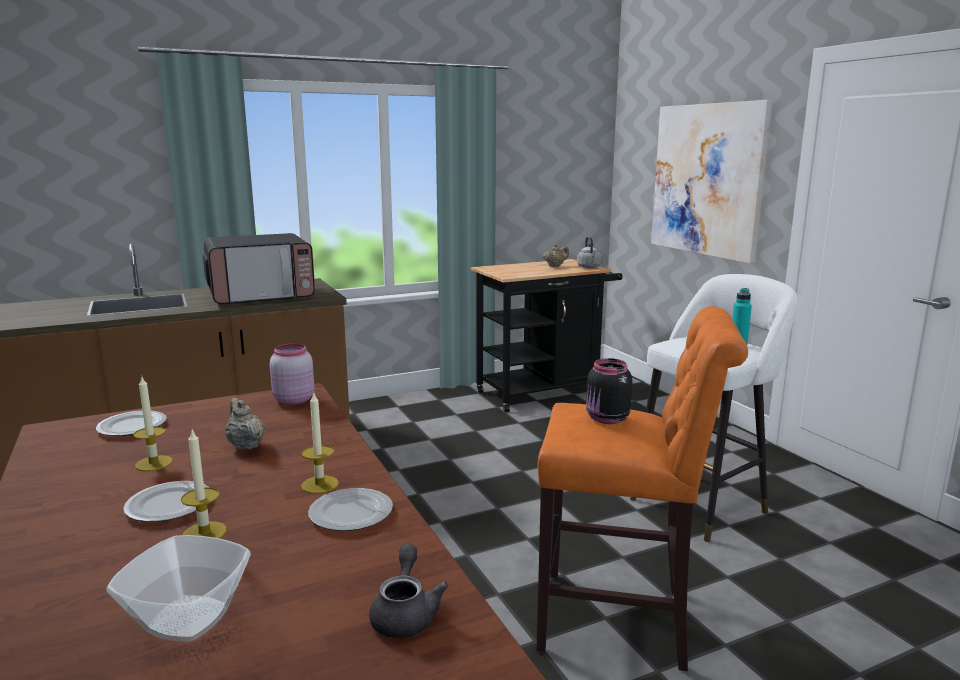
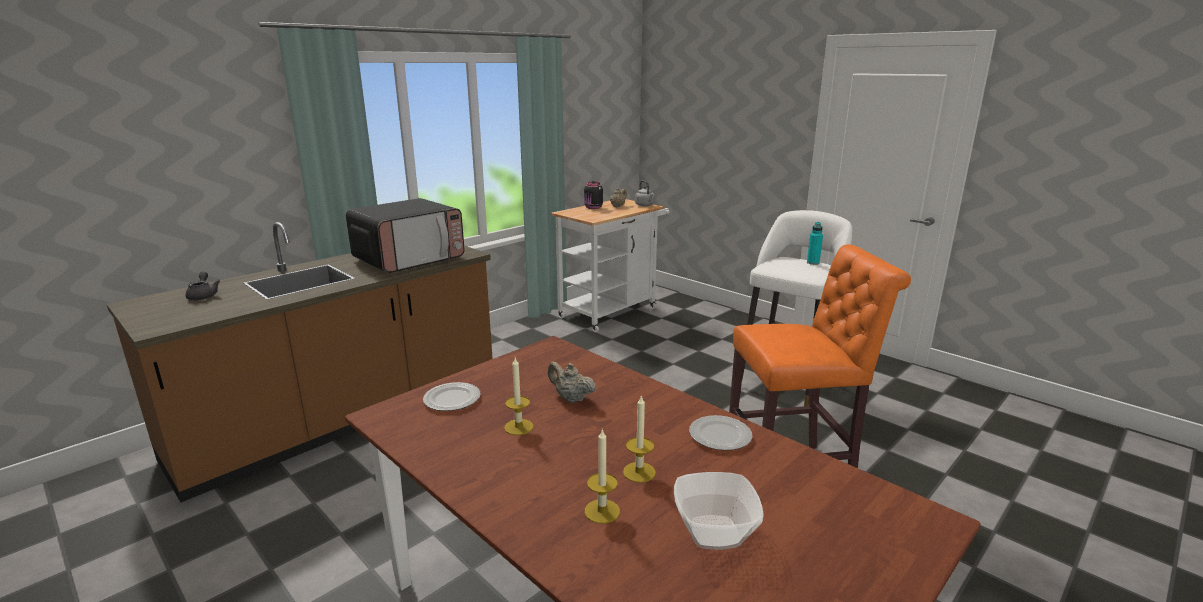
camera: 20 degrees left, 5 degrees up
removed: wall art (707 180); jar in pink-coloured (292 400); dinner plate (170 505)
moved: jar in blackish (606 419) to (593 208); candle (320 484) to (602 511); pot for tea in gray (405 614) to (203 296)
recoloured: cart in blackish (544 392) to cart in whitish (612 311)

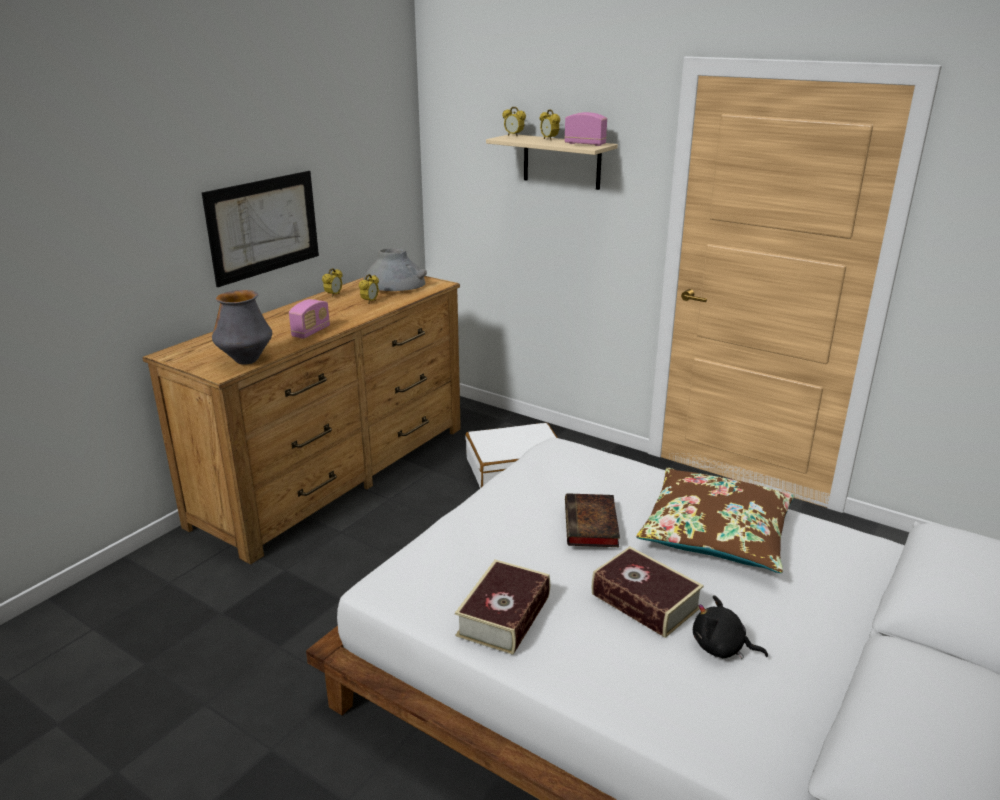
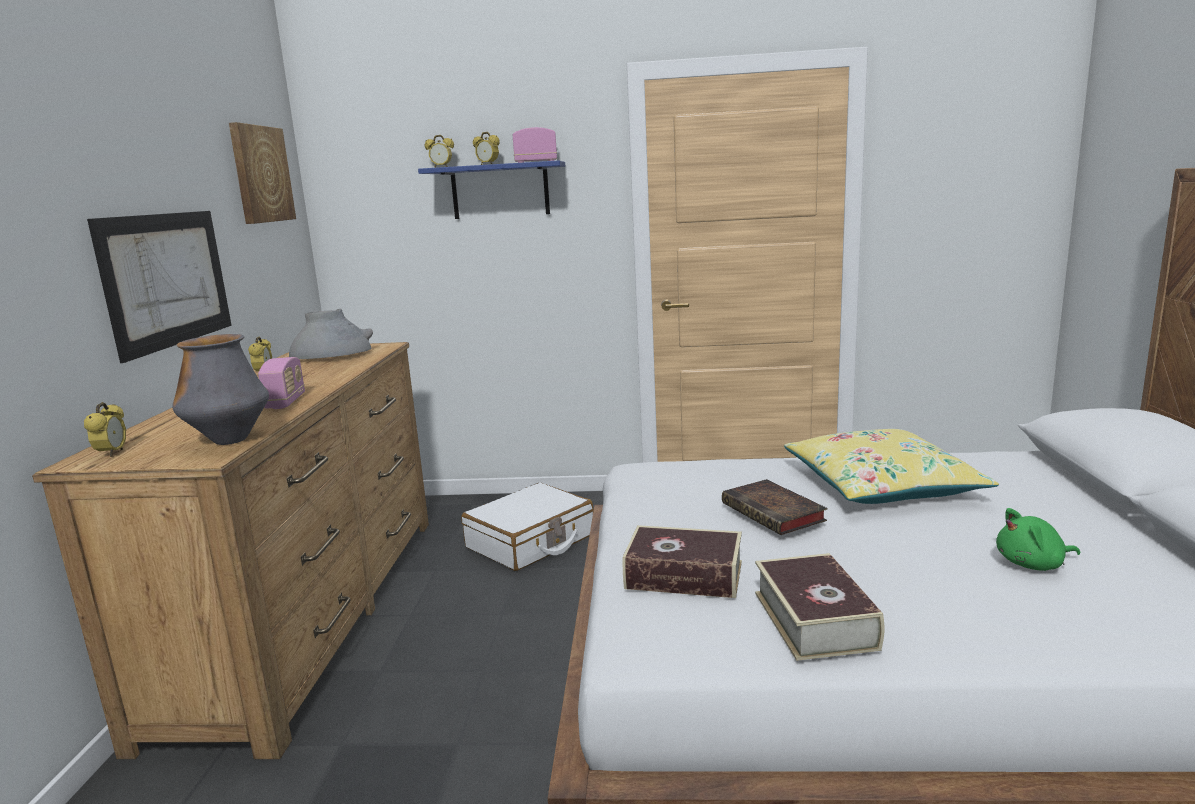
camera: 30 degrees left, 10 degrees down
added: wall art (260 174)
moved: table clock (370 302) to (112 453); book (645 601) to (684 575)
recoloured: bracket shelf in beige-coloured (561 161) to bracket shelf in blue (500 191); throw pillow in brown (716 533) to throw pillow in yellowish (881 485); plush toy in blackish (721 648) to plush toy in green-coloured (1033 564)

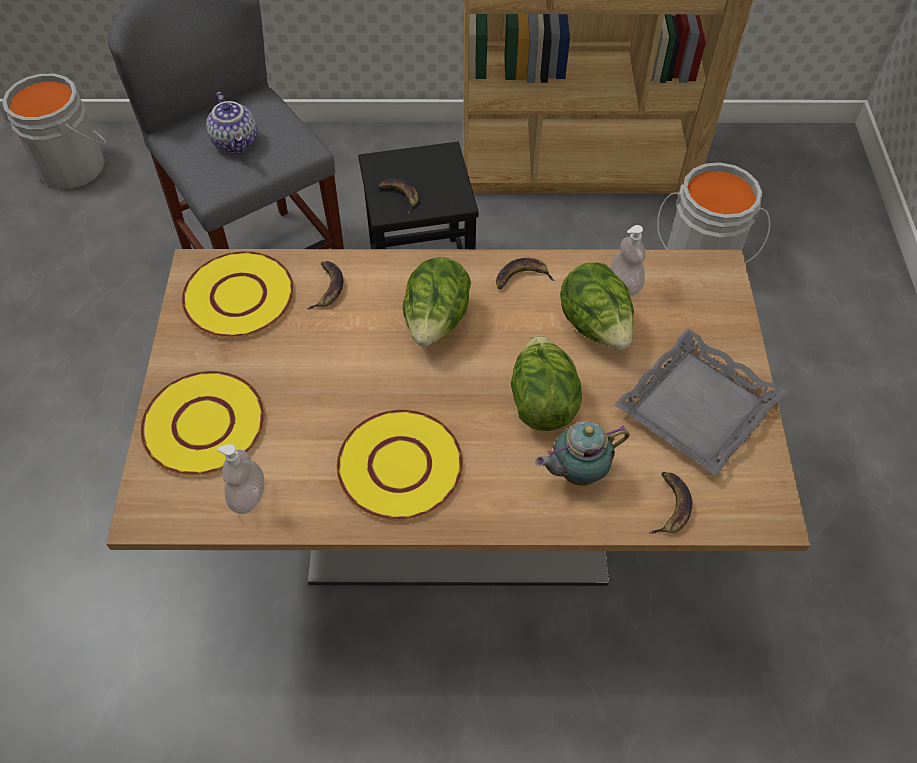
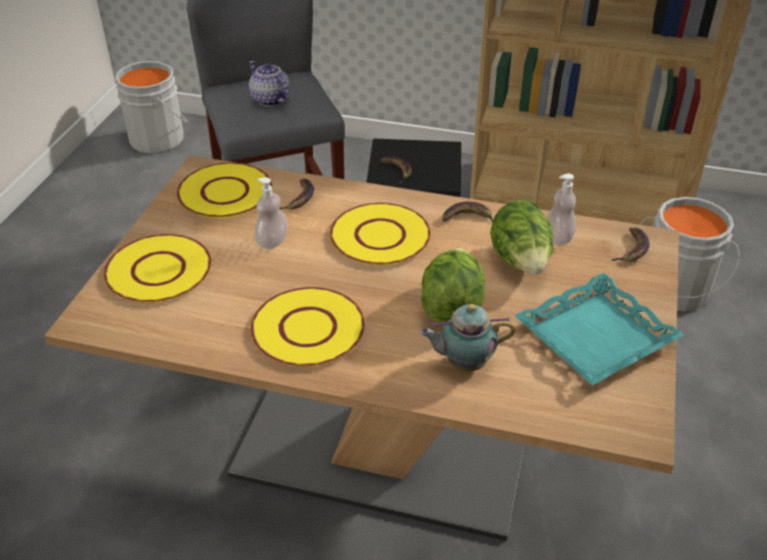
camera: 15 degrees right, 15 degrees down
moved: soap dispenser (248 496) to (272 241); whole banana (670 505) to (631 248)
replaced: lettuce head (436 322) to dinner plate in yellowish (381 236)
recoloured: tray in gray (696 406) to tray in turquoise (595 336)
turned: pot for tea (237 142) = (269 100) 150 degrees clockwise

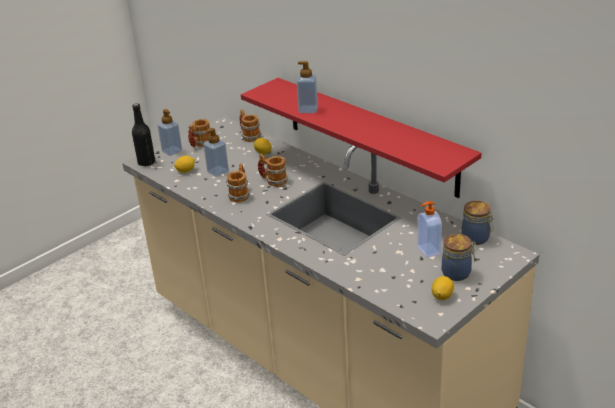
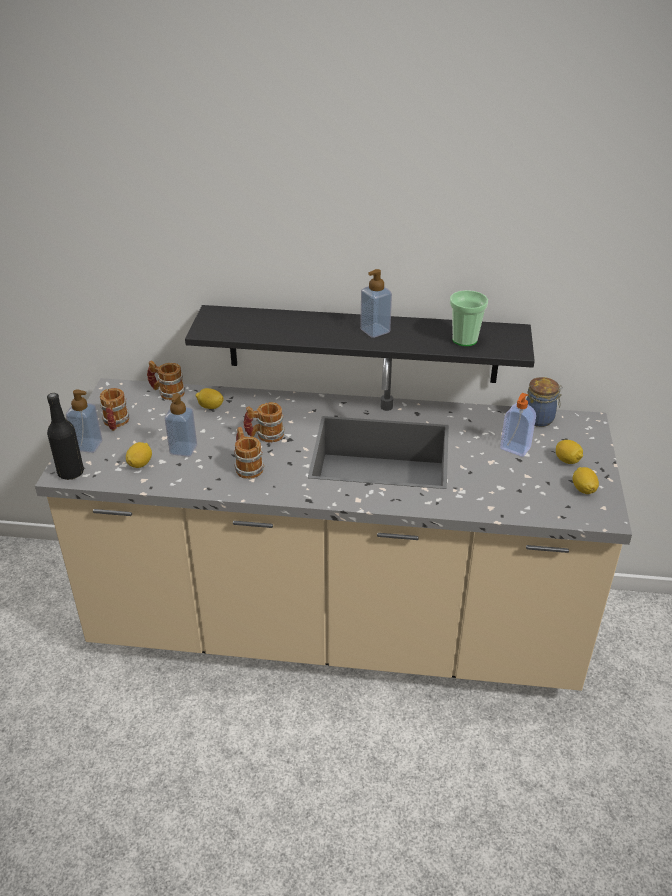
camera: 40 degrees left, 5 degrees up
added: drinking cup (464 340)
moved: soap dispenser (308 109) to (375 331)
replaced: jar (457 273) to citrus fruit (567 460)
recoloured: bracket shelf in red-coloured (370 136) to bracket shelf in blackish (362 344)

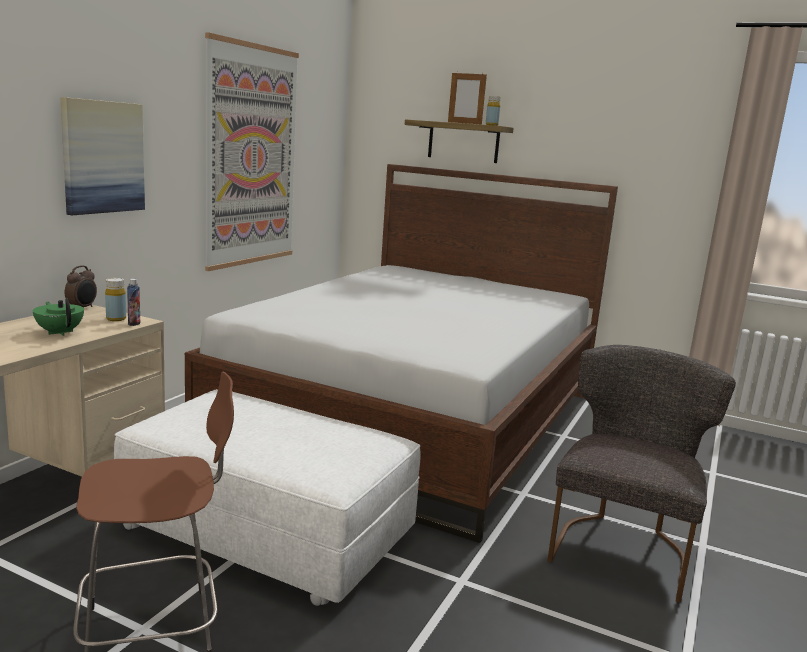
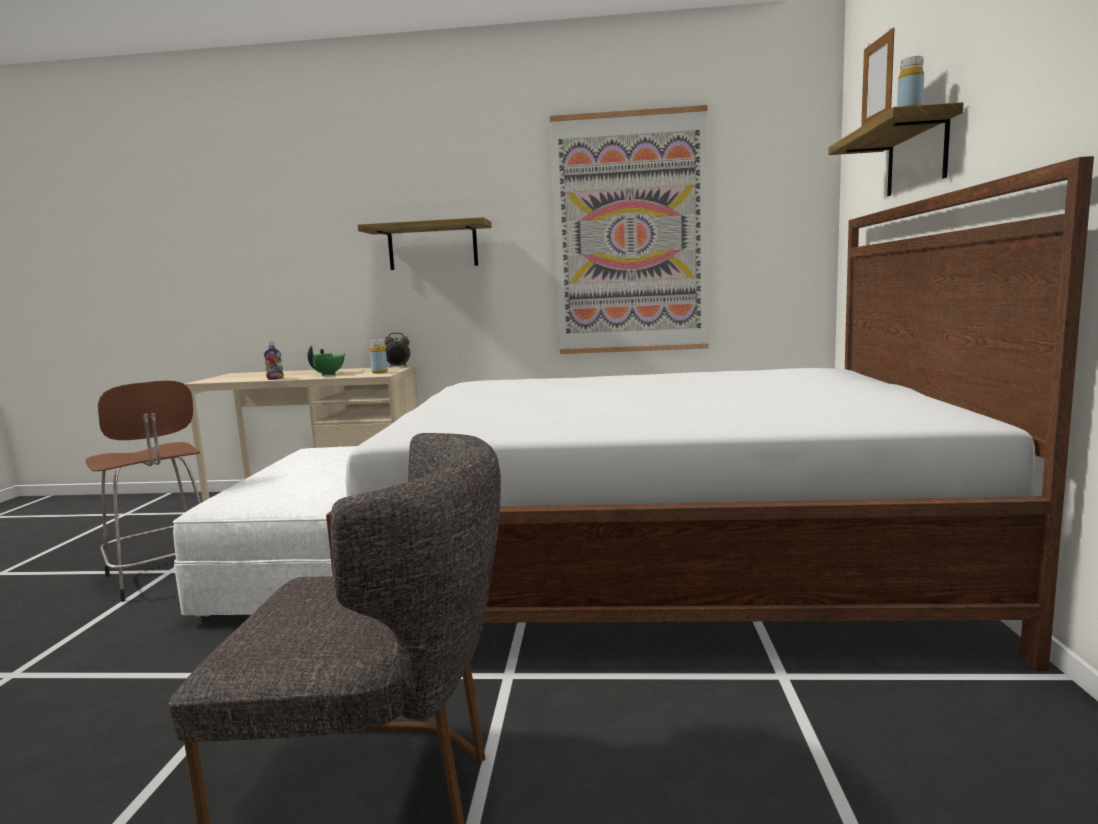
camera: 70 degrees right, 5 degrees down
moved: bottle (134 323) to (275 379)
replaced: wall art (103 157) to bracket shelf (432 246)

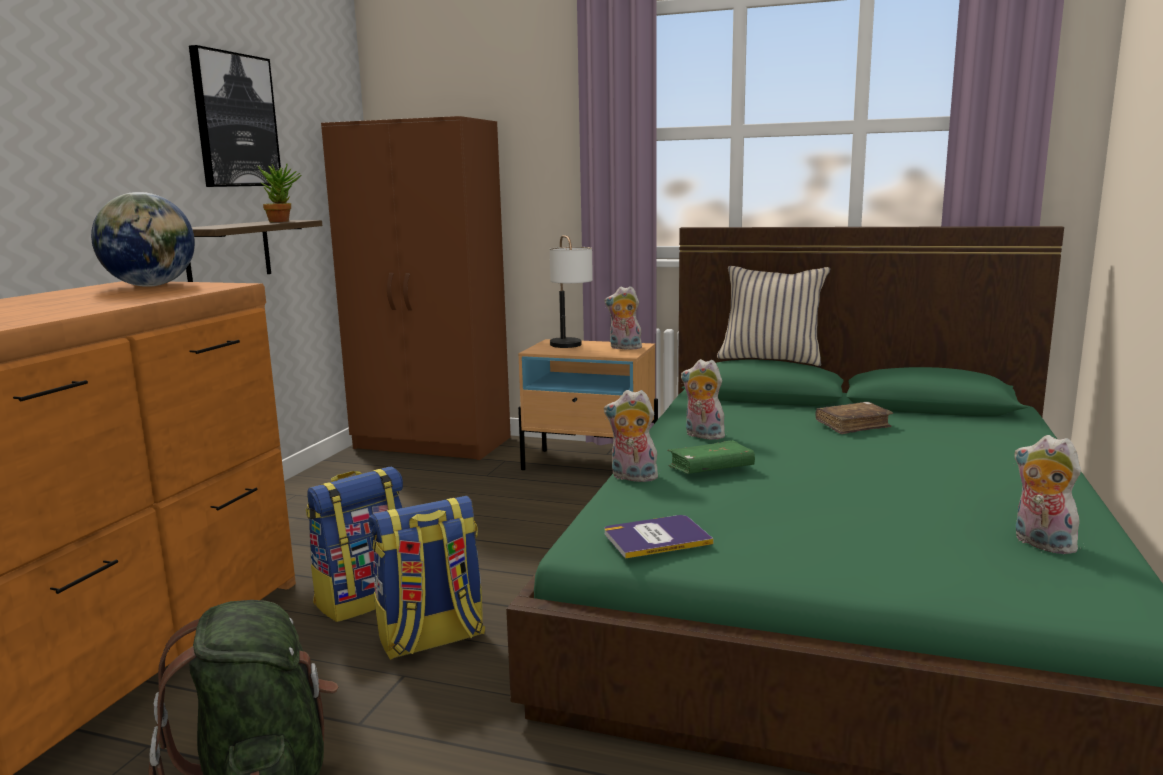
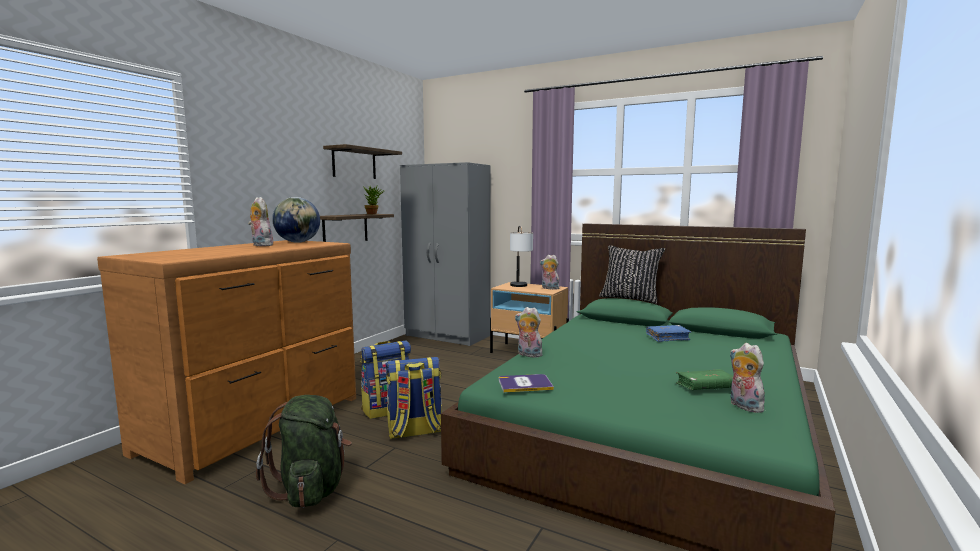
camera: 10 degrees right, 5 degrees down
moved: plush toy (702 436) to (260 245); book in green-coloured (711 469) to (706 387)
replaced: wall art (235 120) to bracket shelf (354 163)
recoloured: wardrobe in brown (433 443) to wardrobe in gray (448 336); throw pillow in beige-coloured (771 359) to throw pillow in blackish (630 298); book in brown (852 425) to book in blue (667 338)

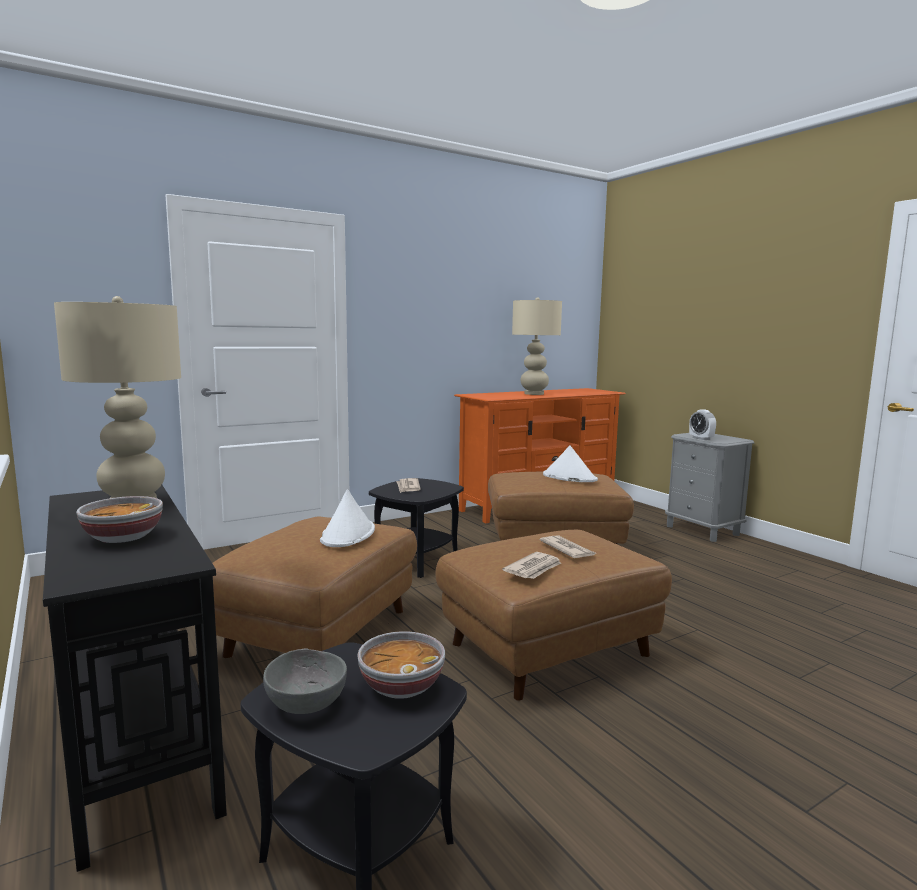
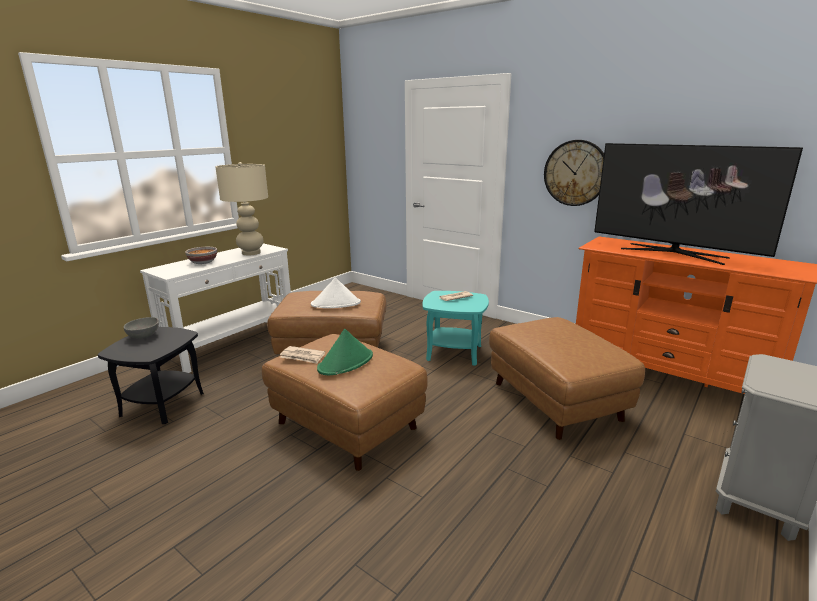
camera: 70 degrees right, 10 degrees up
removed: table clock (701 438); wearable hat in whitish (569 477); bowl (401 686)
added: wall clock (575 173)
replaced: lamp for a table in beige-coloured (534 394) to television (673 253); daily paper (567 549) to wearable hat in green-coloured (346 362)
recoloured: accent table in blackish (416 561) to accent table in turquoise (454 353); hall table in blackish (137 735) to hall table in whitish (232 344)

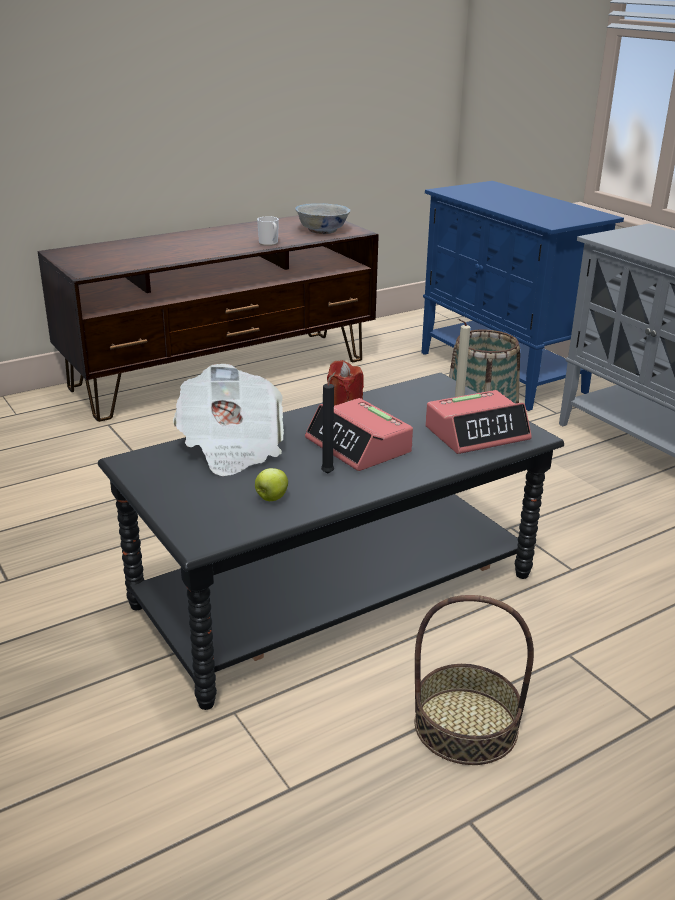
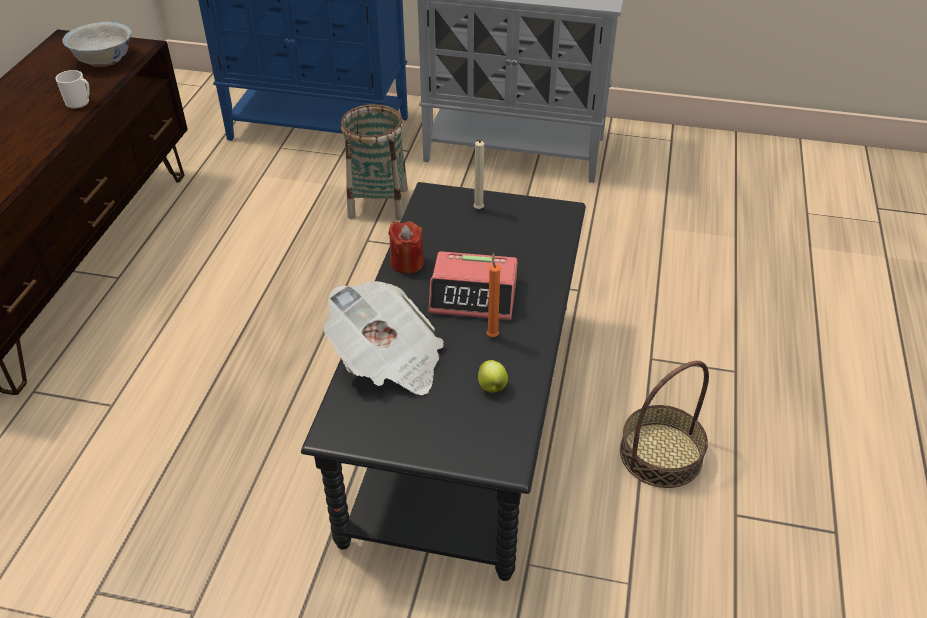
camera: 45 degrees left, 15 degrees up
removed: table clock (477 433)
recoloured: candle in blackish (329 472) to candle in orangey (492 335)

